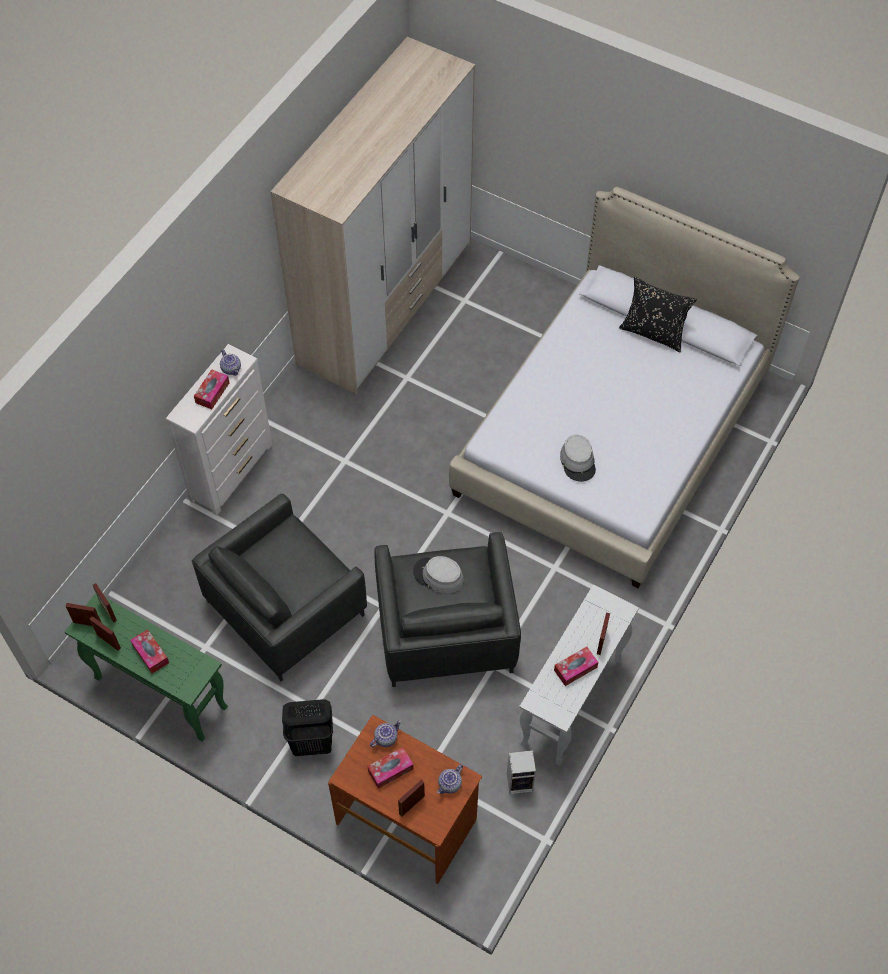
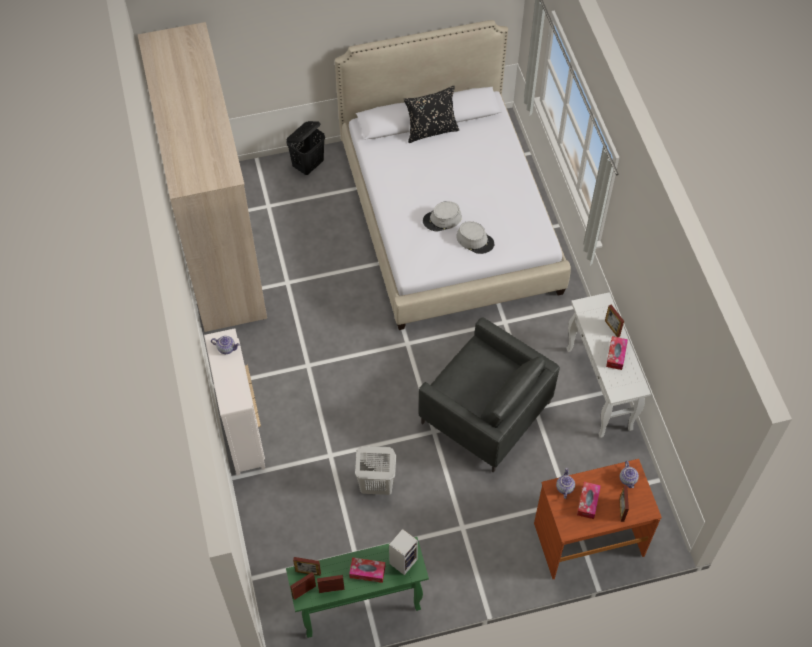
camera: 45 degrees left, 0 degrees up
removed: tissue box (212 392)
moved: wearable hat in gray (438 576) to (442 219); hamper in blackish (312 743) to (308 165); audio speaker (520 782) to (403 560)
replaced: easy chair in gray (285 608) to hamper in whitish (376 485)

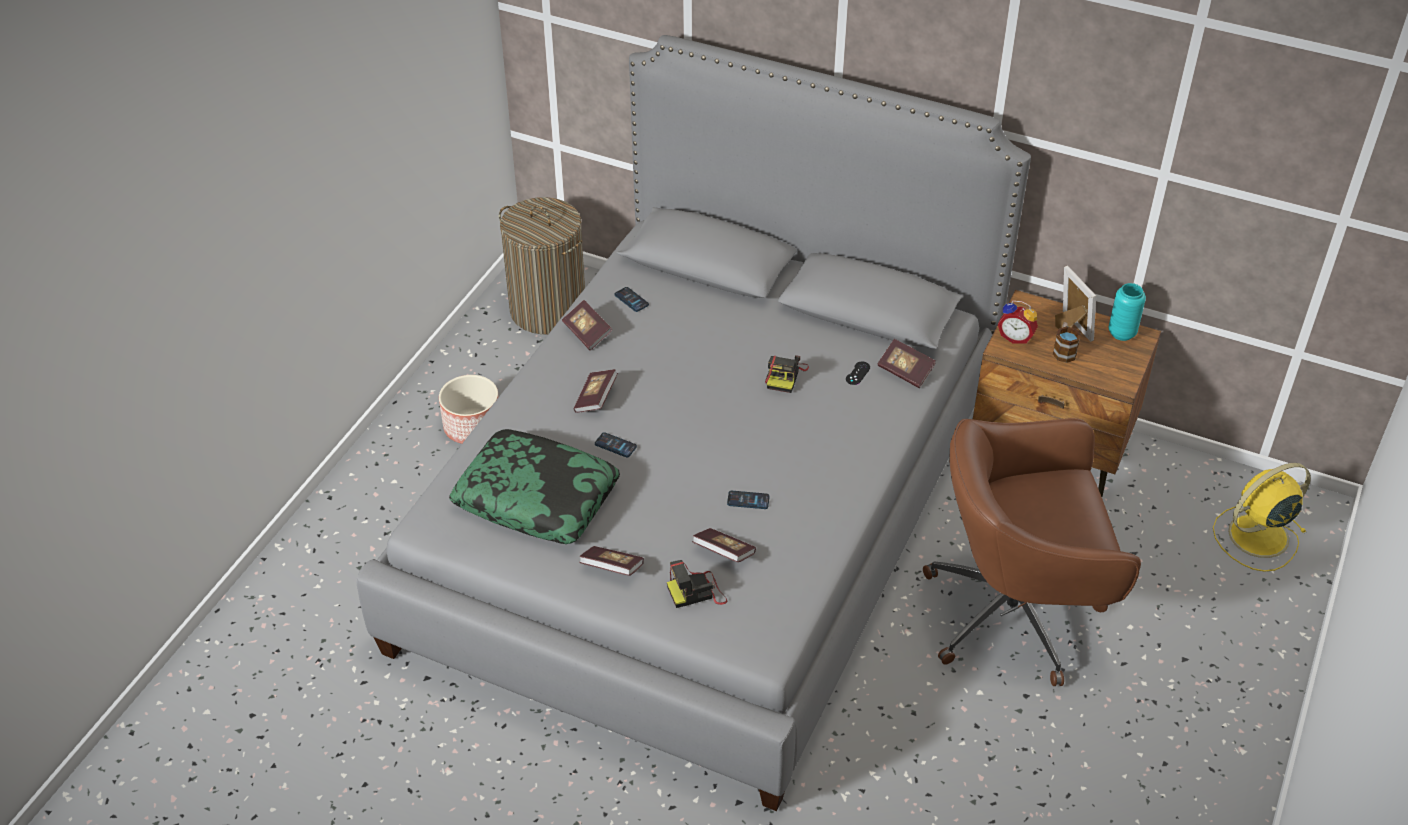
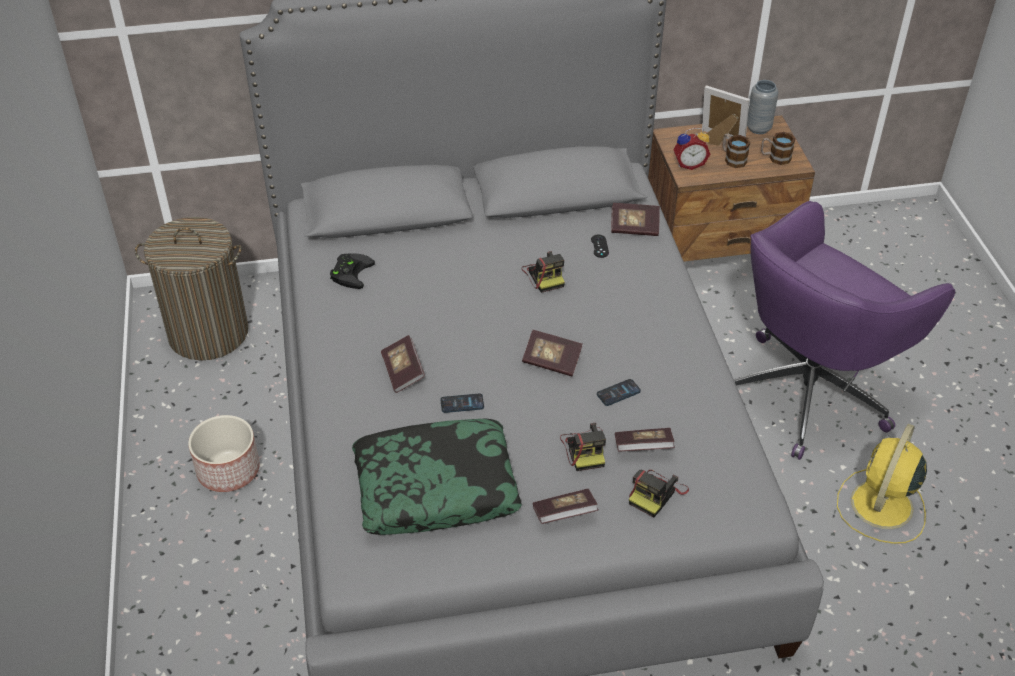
camera: 35 degrees left, 0 degrees up
added: coffee mug (775 158); still camera (584 449)
moved: book (587 333) to (551 361); electric fan in yellowish (1256 536) to (880 507)
replaced: telephone (631 300) to game controller in blackish (350 272)
recoloured: flower vase in turquoise (1122 333) to flower vase in gray (758 128); office chair in brown (1017 613) to office chair in purplish (810 391)

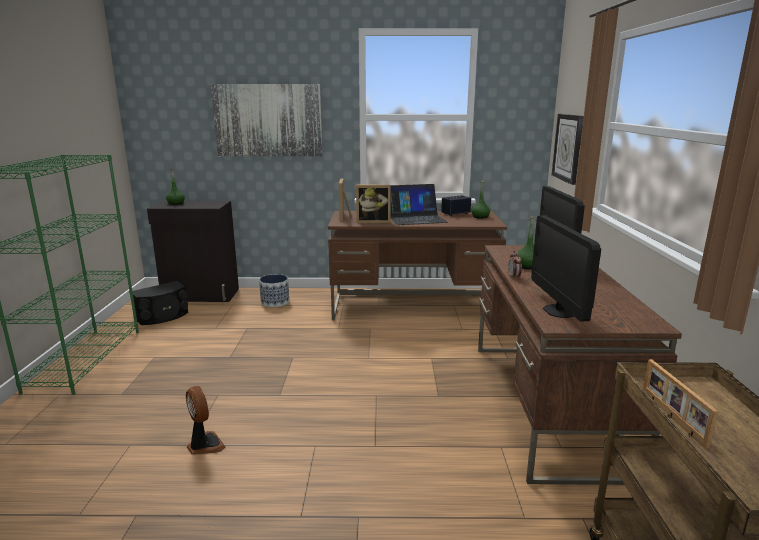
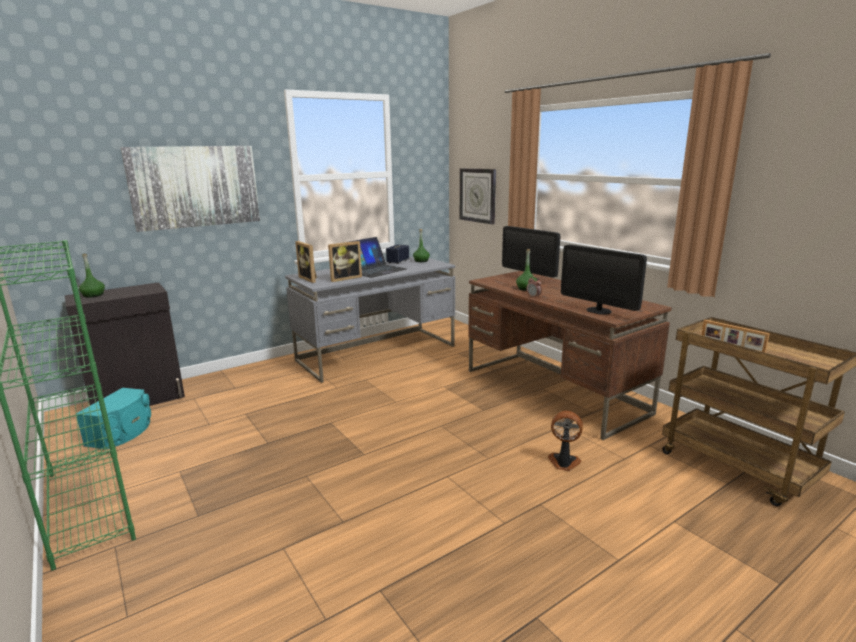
camera: 35 degrees left, 0 degrees up
removed: plant pot (275 302)
moved: electric fan (204 445) to (564 463)
recoloured: desk table in brown (414 307) to desk table in gray (377 353); audio speaker in blackish (162 316) to audio speaker in turquoise (122 433)

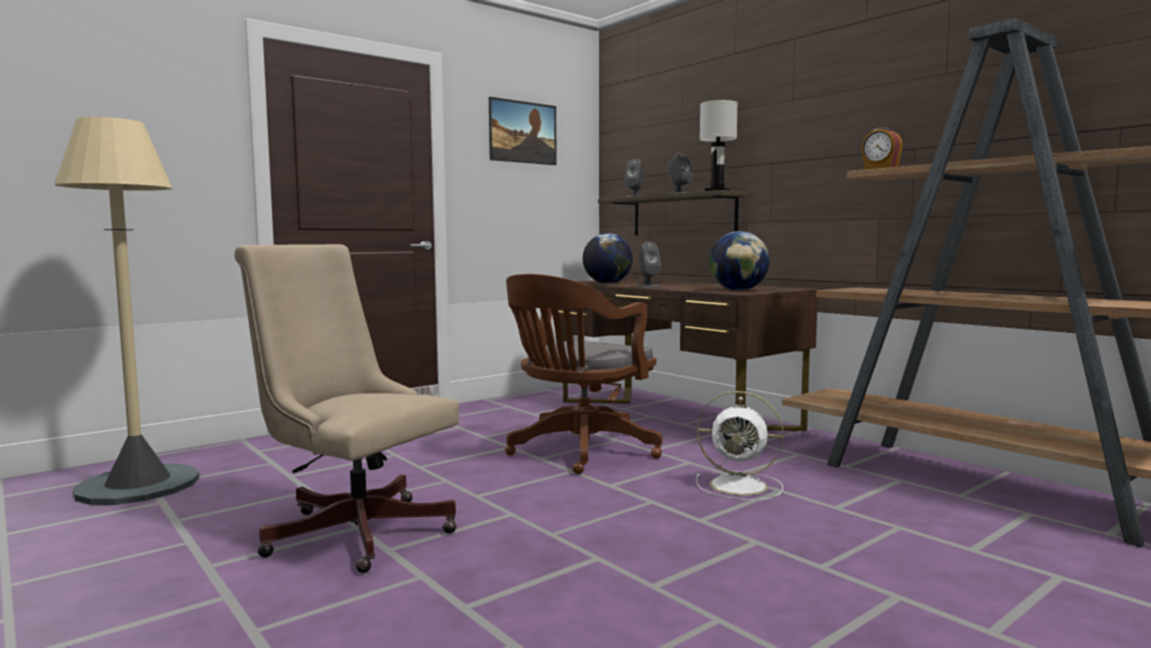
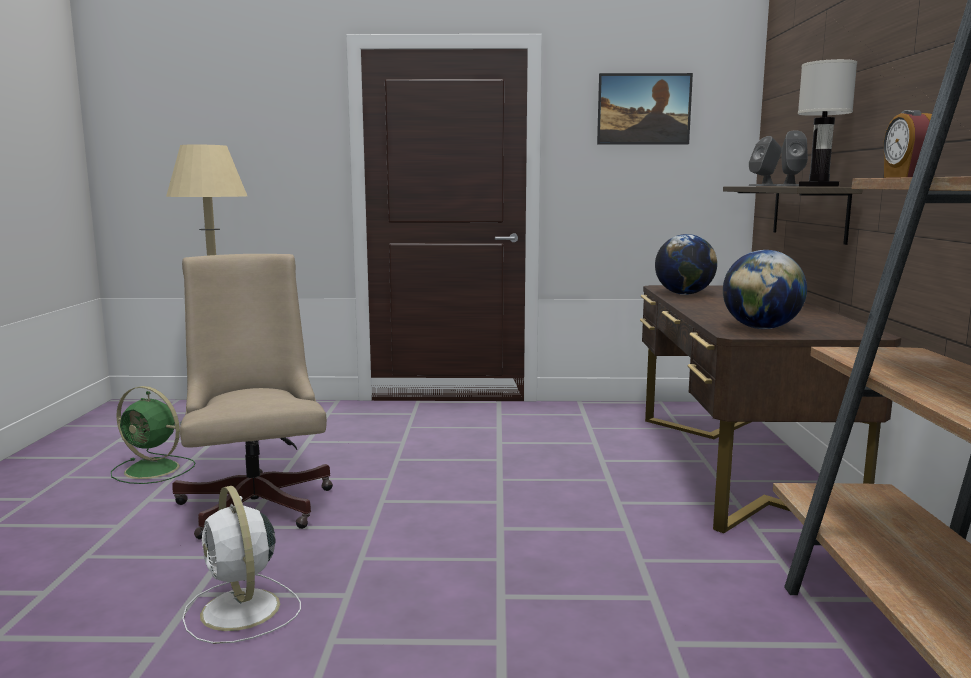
camera: 40 degrees right, 5 degrees up
removed: audio speaker in gray (648 286); office chair in brown (579 452)
added: electric fan in green-coloured (154 470)
moved: electric fan in whitish (741 486) to (241 611)

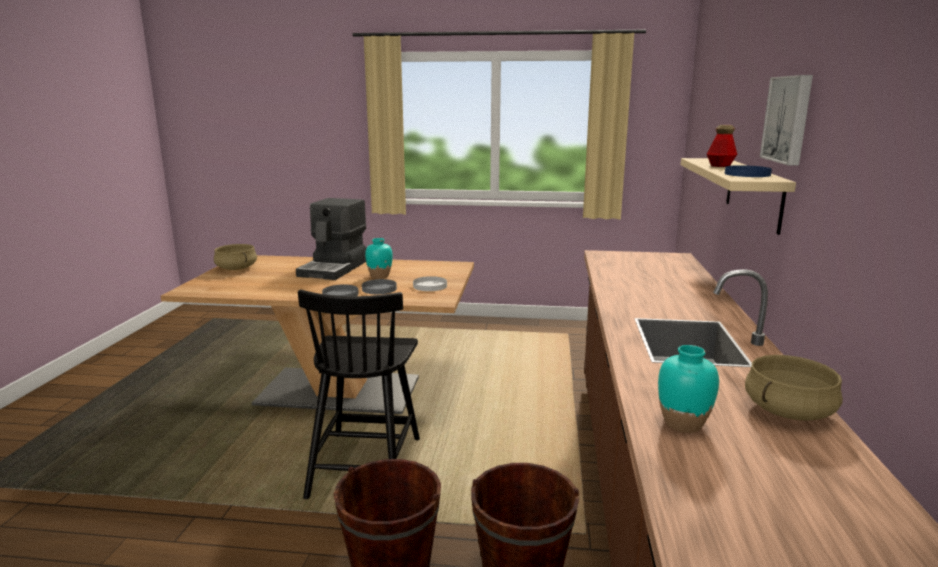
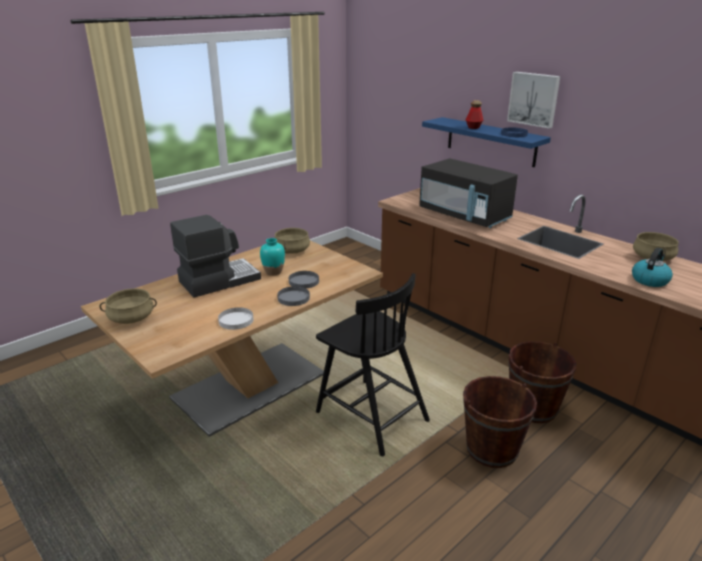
camera: 50 degrees left, 10 degrees up
added: microwave in blackish (464 216); cooking pot in beige-coloured (292 250)
moved: dinner plate in whitish (429 286) to (235 320)
replaced: flower vase in turquoise (682 424) to water kettle (649 280)
recoloured: bracket shelf in beige-coloured (753 193) to bracket shelf in blue (491 141)
turned: coffee machine (335 268) = (218 280) 90 degrees counterclockwise

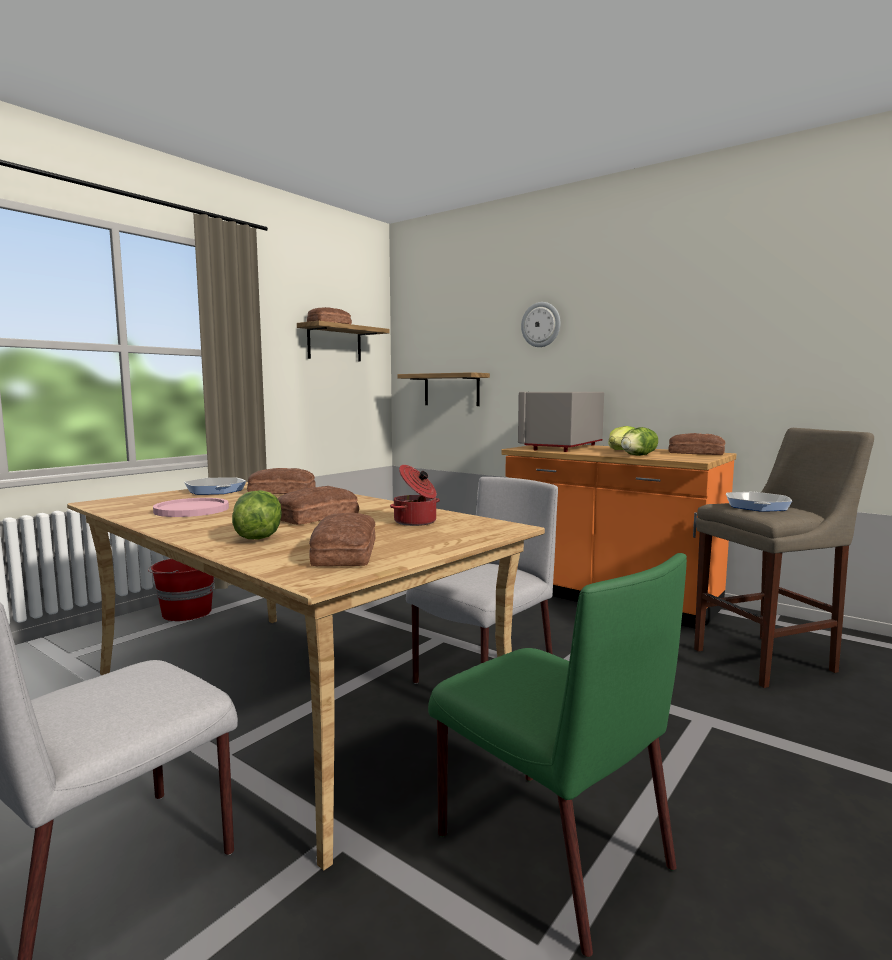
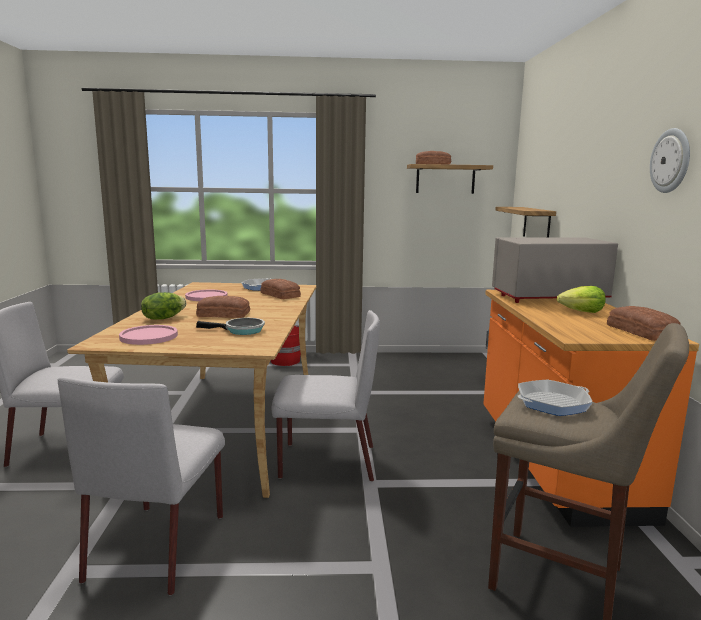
camera: 50 degrees right, 5 degrees up
removed: lettuce head (638 455)
moved: wall clock (541 324) to (671 161)
replaced: cooking pot (416 522) to pan (241 330); bread (347 553) to dinner plate in pink-coloured (149 336)
recoloured: chair in green-coloured (548 848) to chair in gray (158 545)

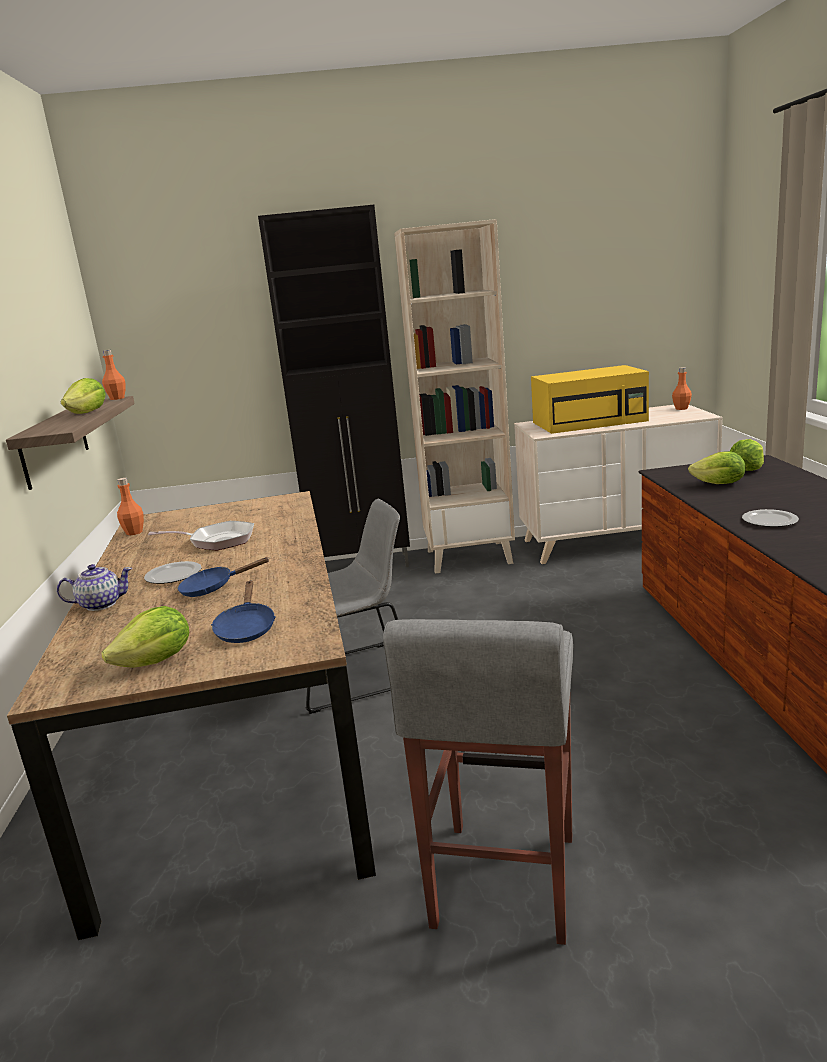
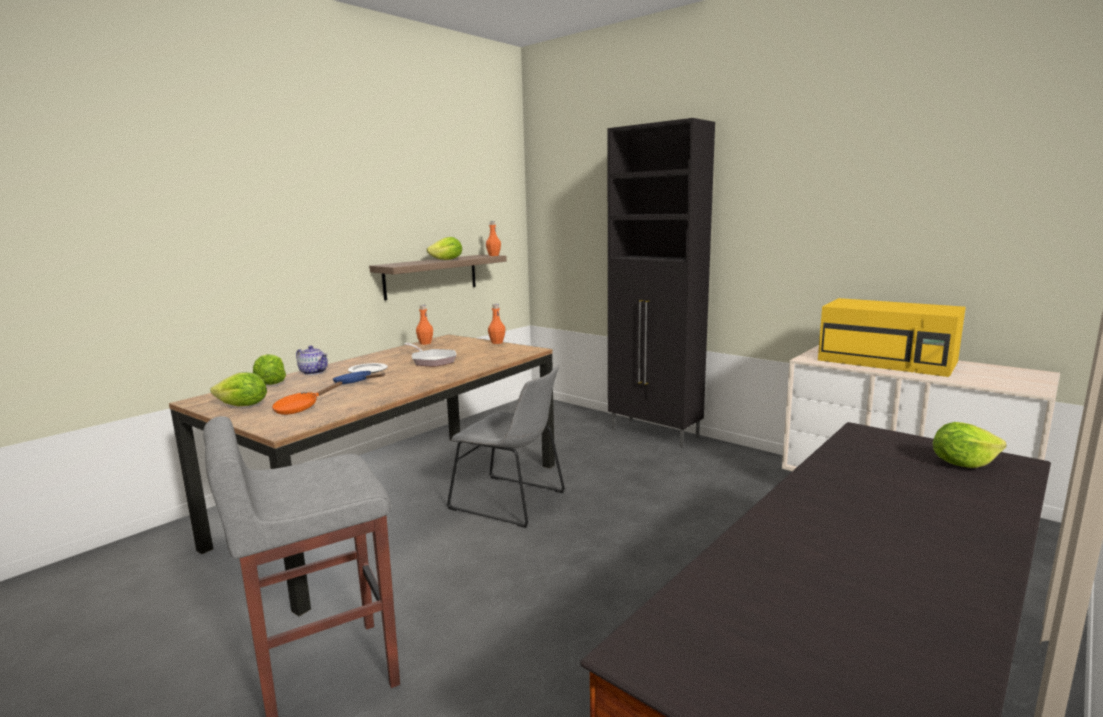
camera: 45 degrees right, 5 degrees down
removed: bookshelf in beige-coloured (469 556); dinner plate (769 521)
moved: bottle in orangey (681 408) to (497 342); lettuce head (719 484) to (271 383)
recoloured: pan in blue (246 628) to pan in orangey (301 408)

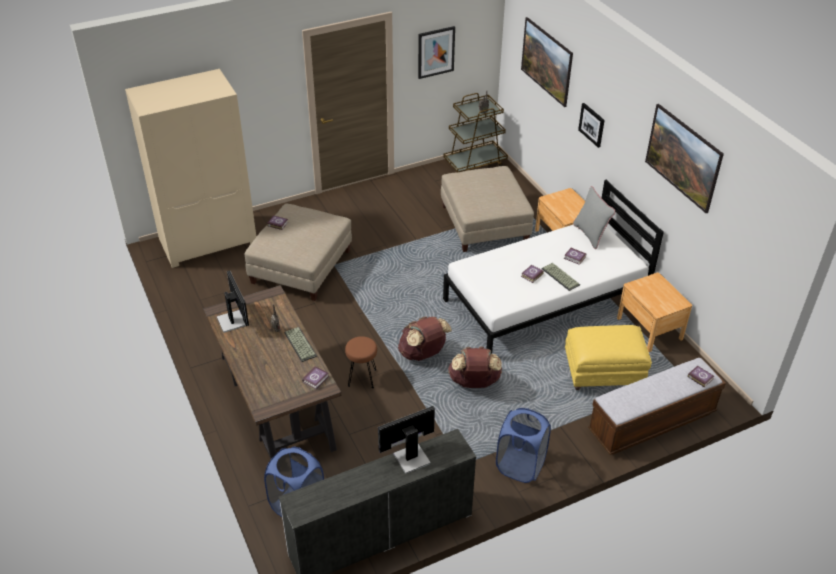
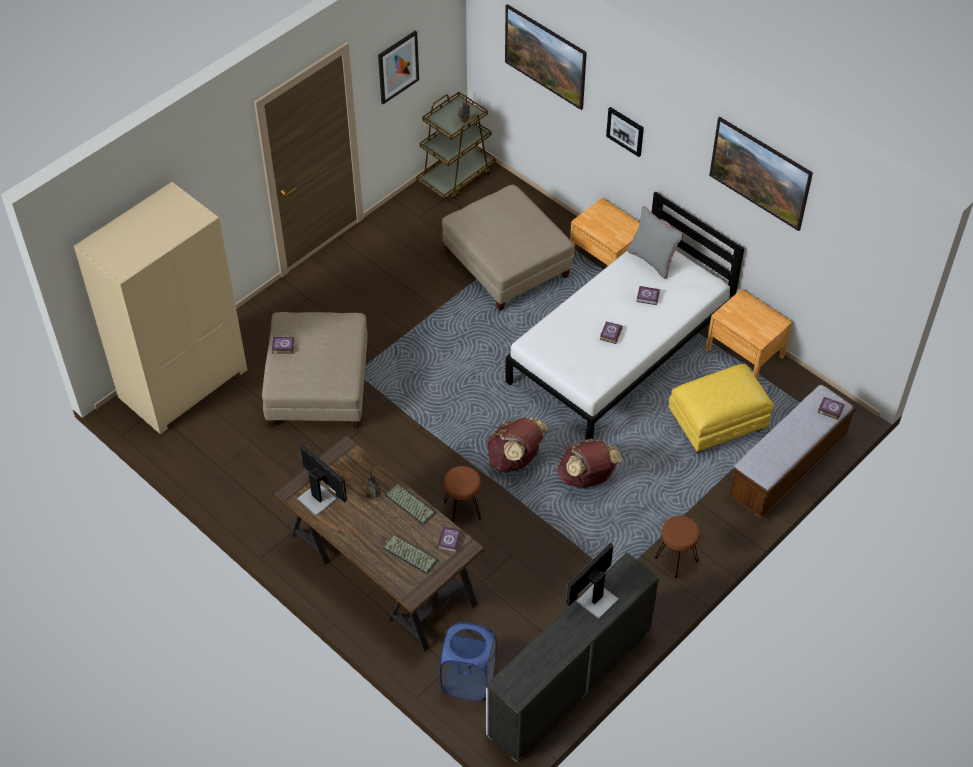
camera: 20 degrees left, 10 degrees up
moved: computer keyboard (559 277) to (409 555)
replaced: hamper in blue (520 466) to stool seat in brown (676 560)

